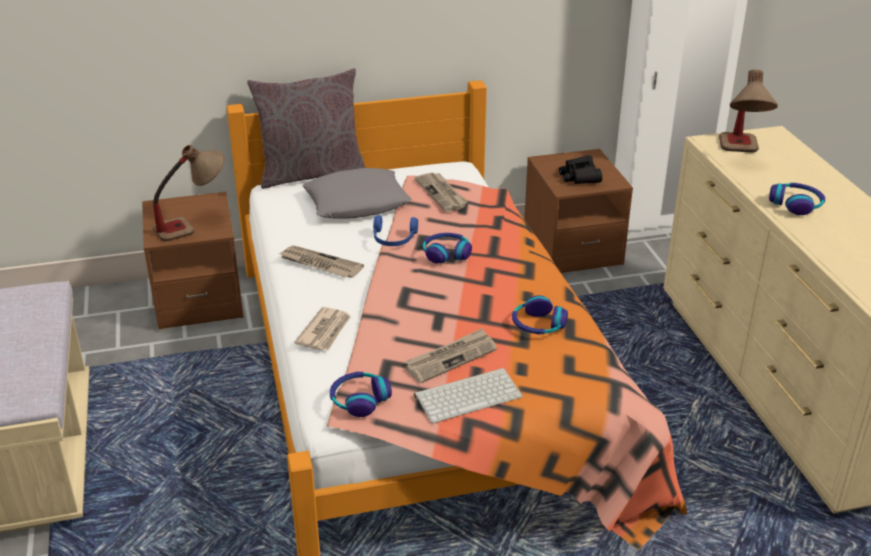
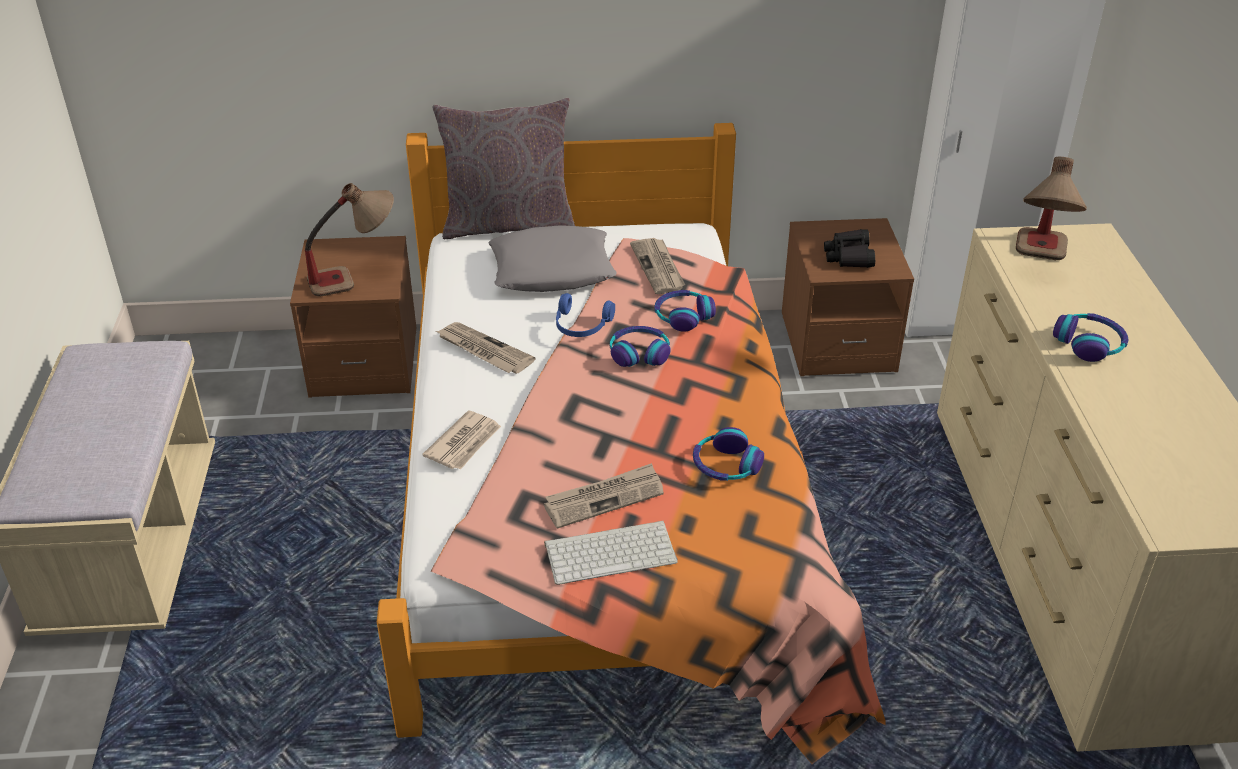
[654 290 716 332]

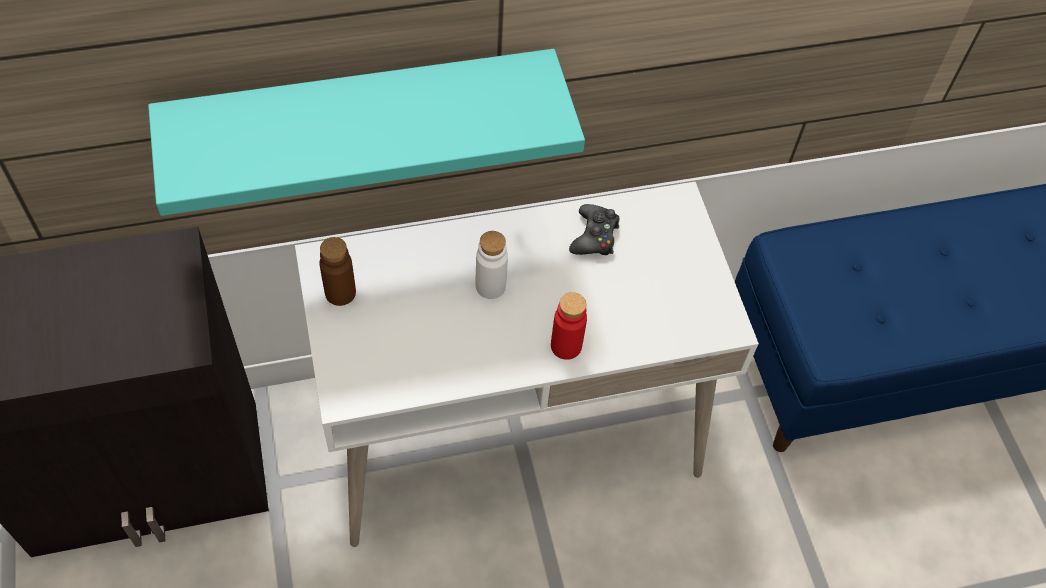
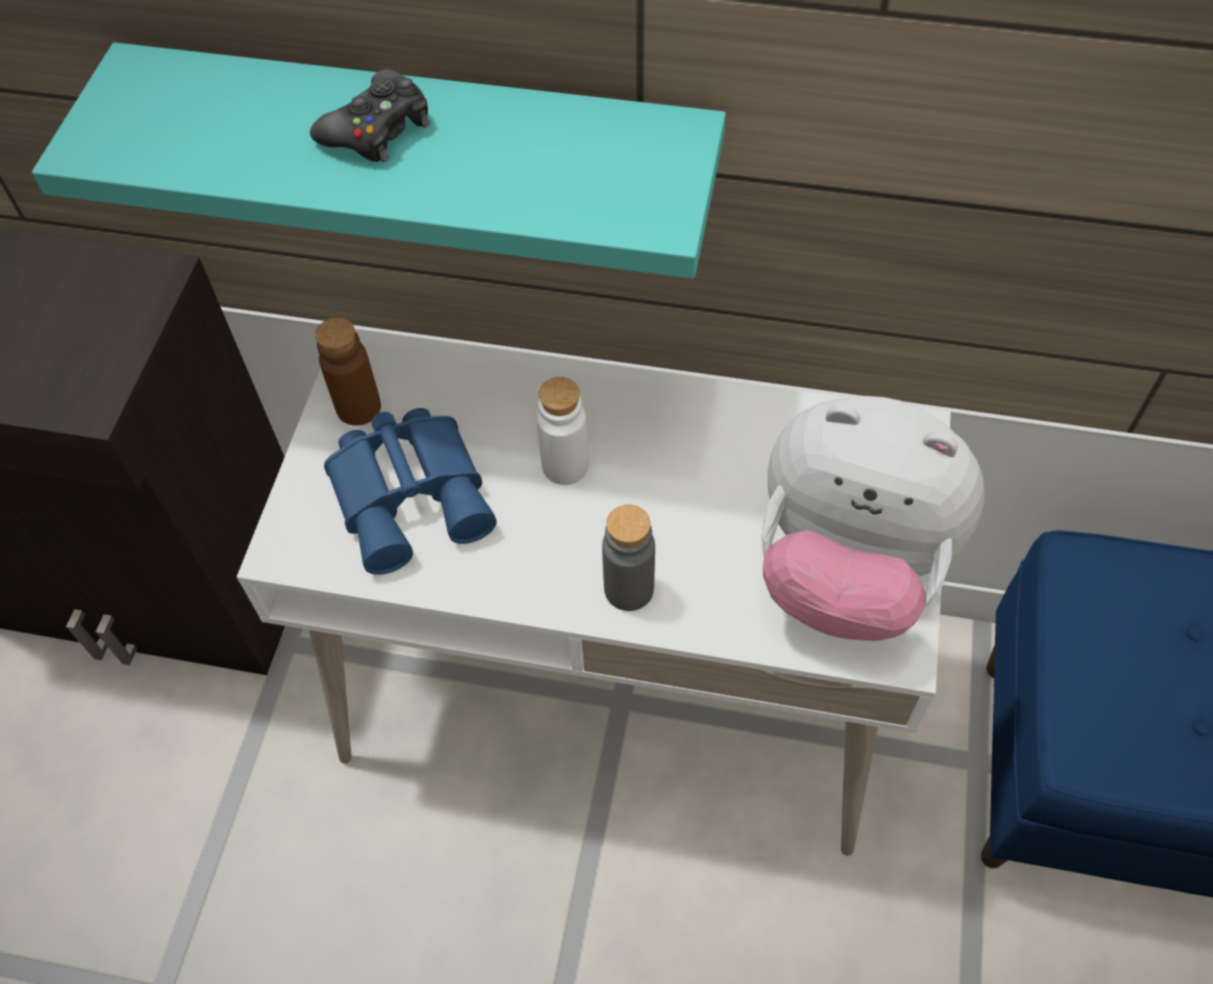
[310 69 430 162]
[602 504 655 611]
[761 396 985 641]
[324 408 497 575]

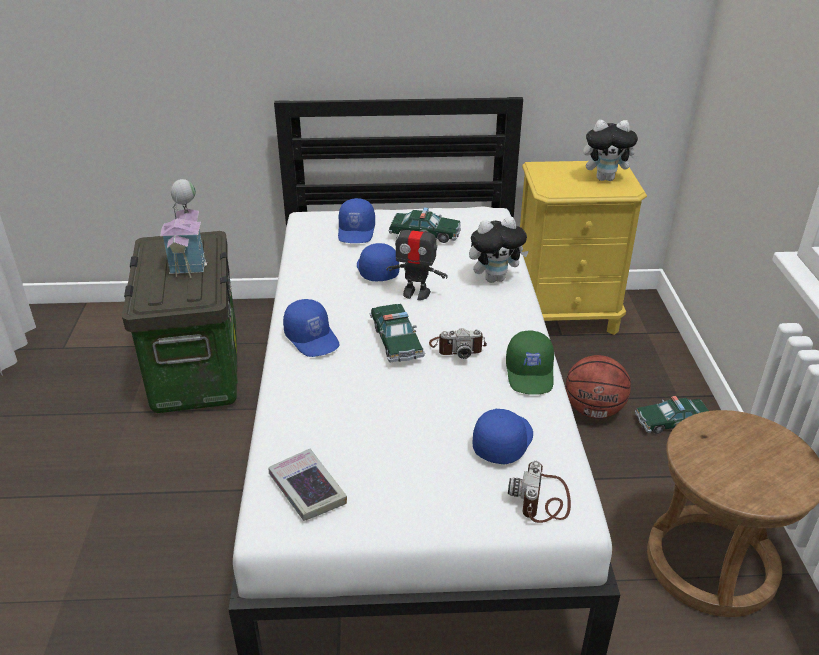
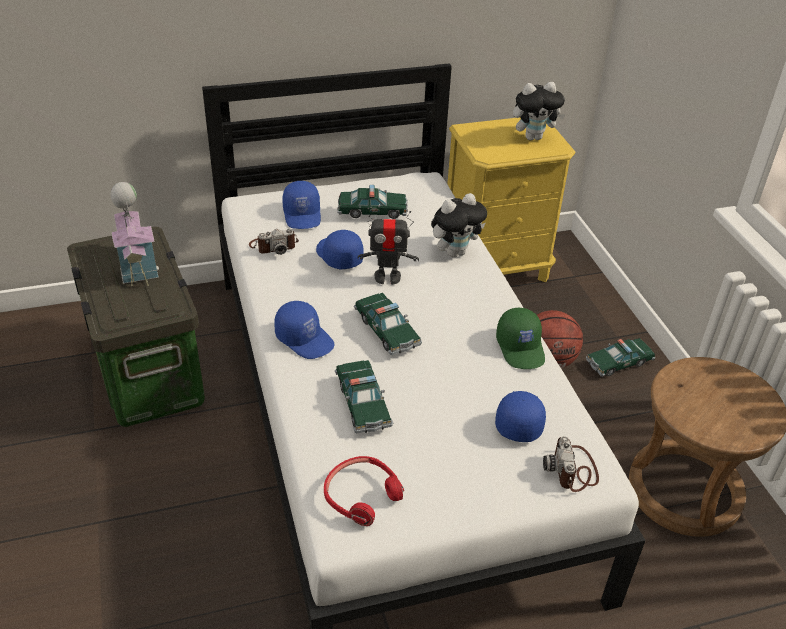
[249 229 299 255]
[324 456 404 526]
[335 360 393 433]

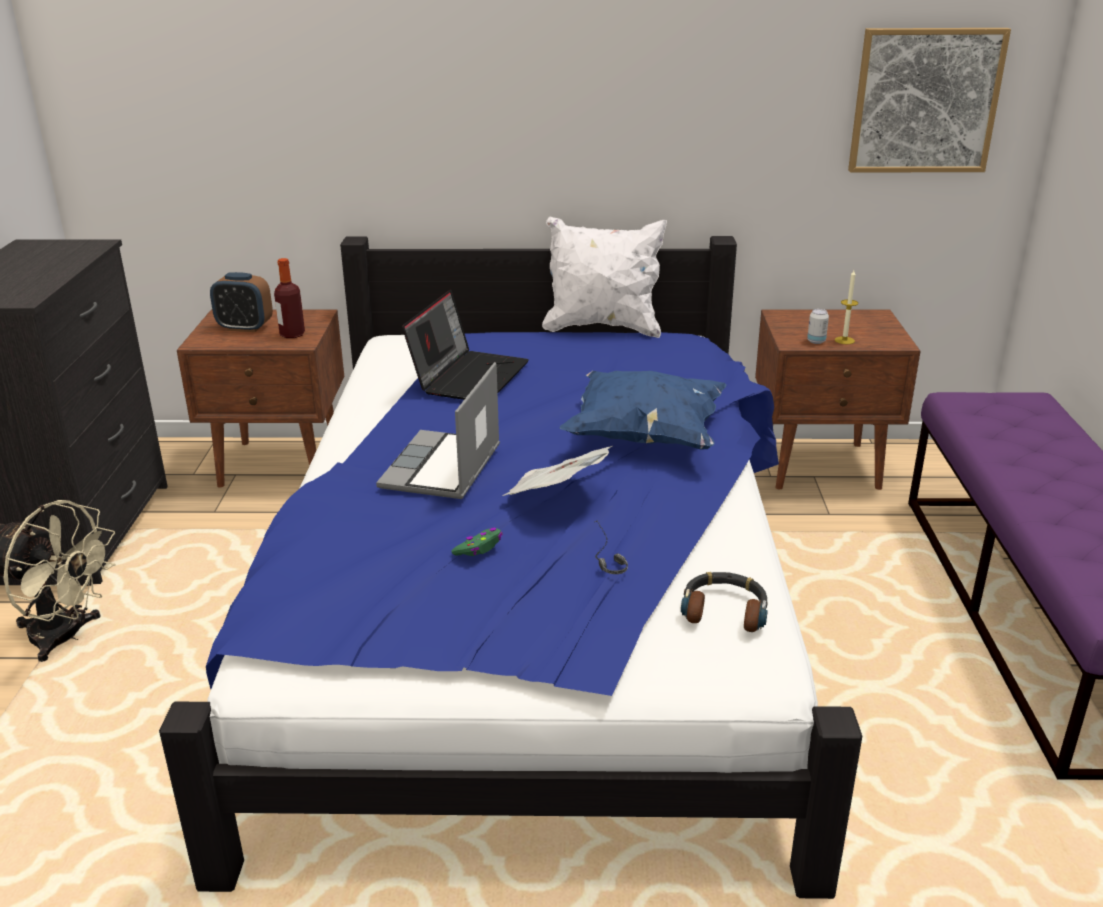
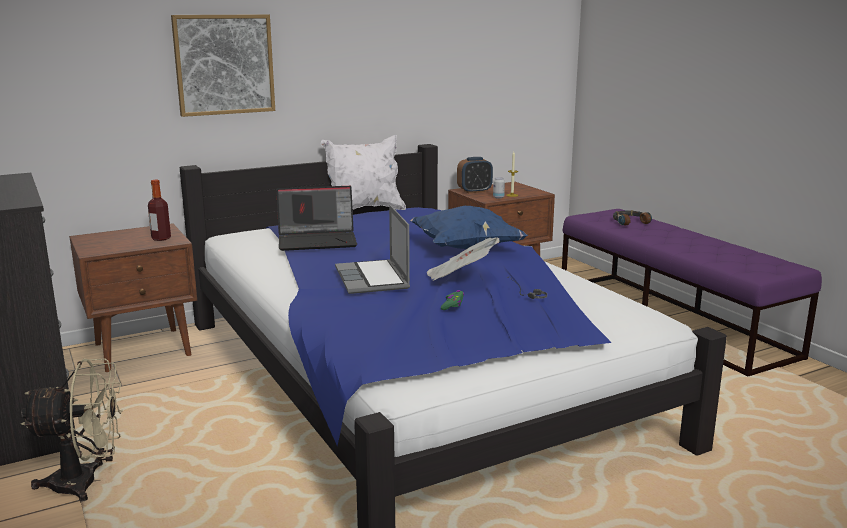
[171 15 275 117]
[457 157 493 193]
[276 186 357 251]
[613 210 652 225]

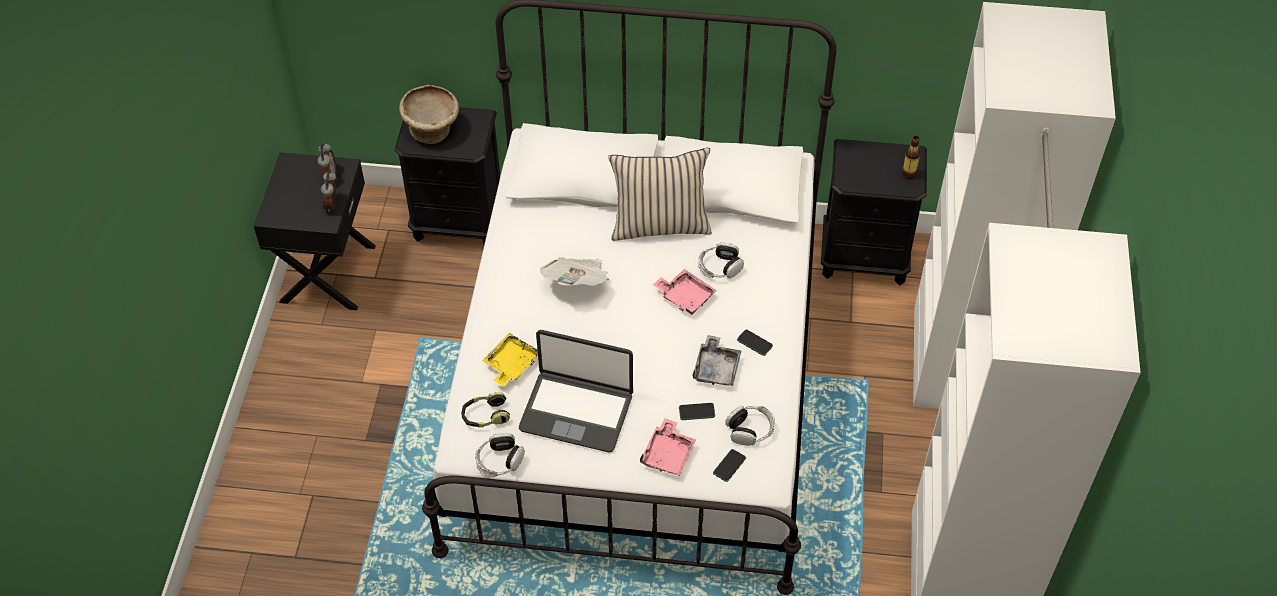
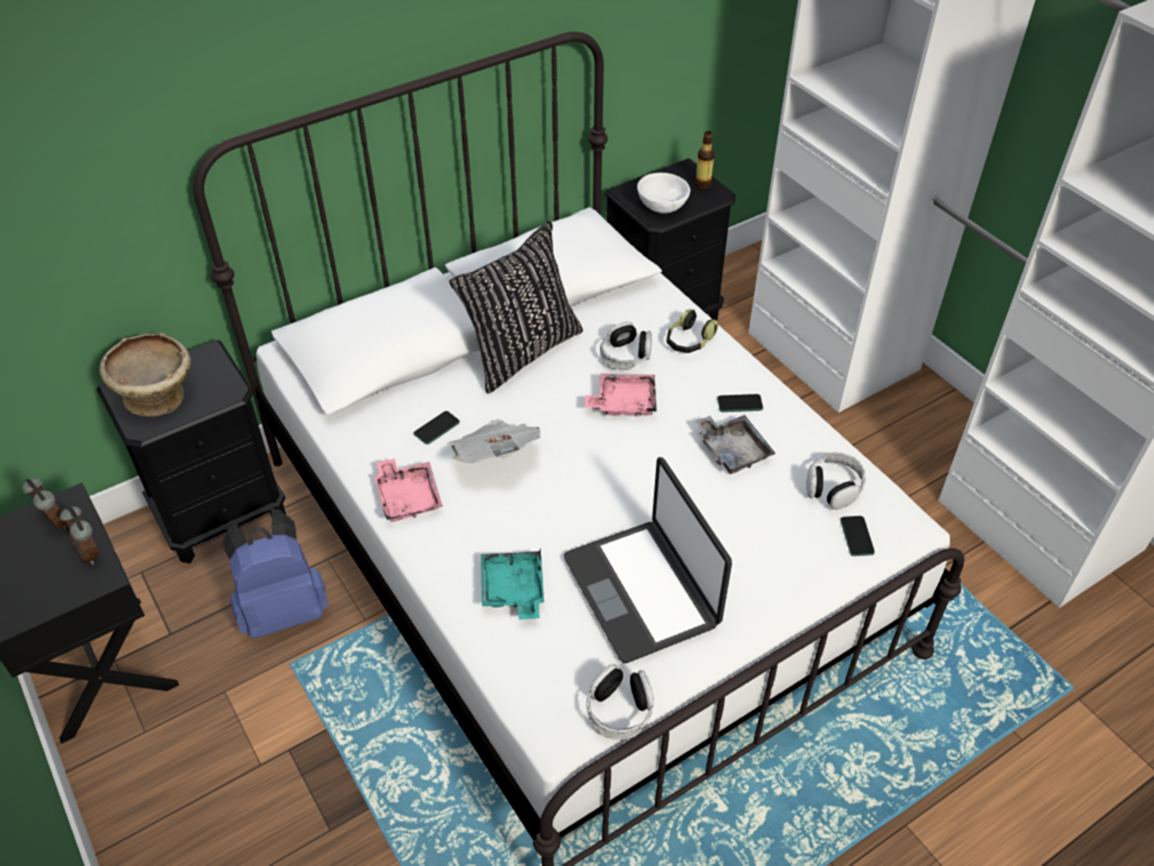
[449 220 583 394]
[564 457 732 663]
[481 548 544 620]
[666 309 718 353]
[414 411 460 445]
[374 458 442 522]
[637 173 690 213]
[222 509 328 639]

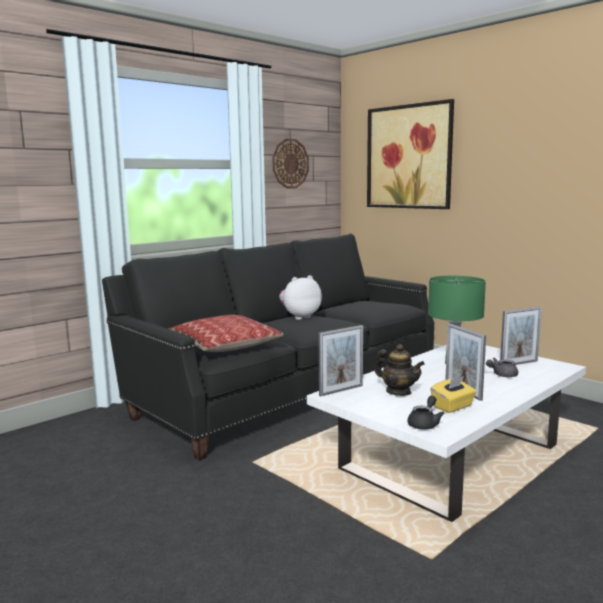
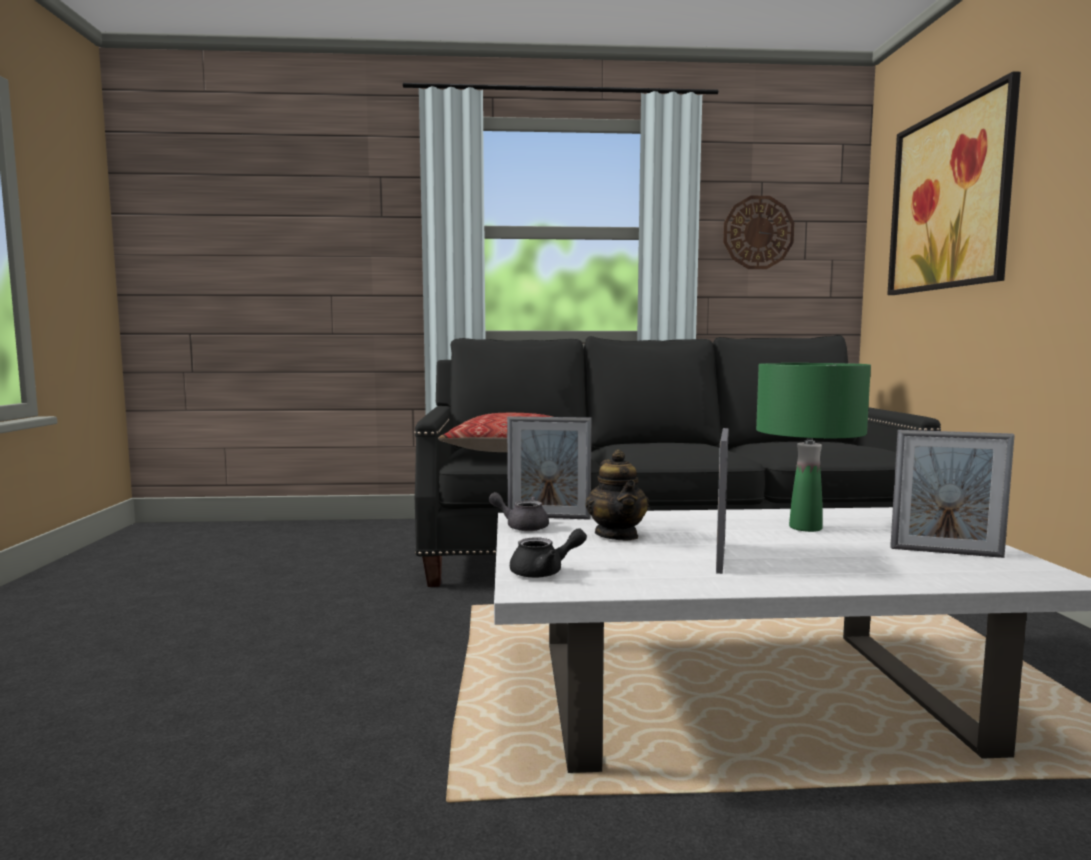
[279 275 322 320] (first image)
[489 492 549 531]
[430 376 477 413] (first image)

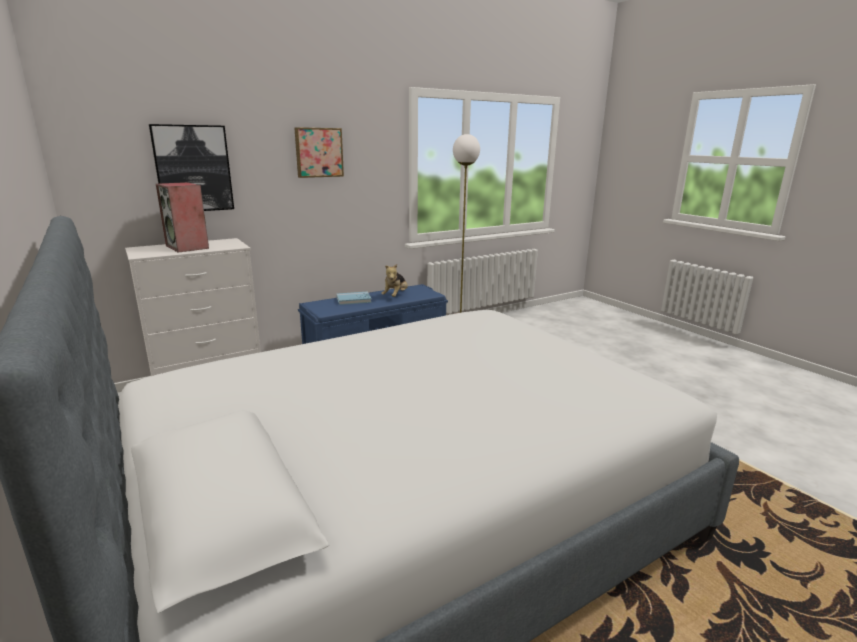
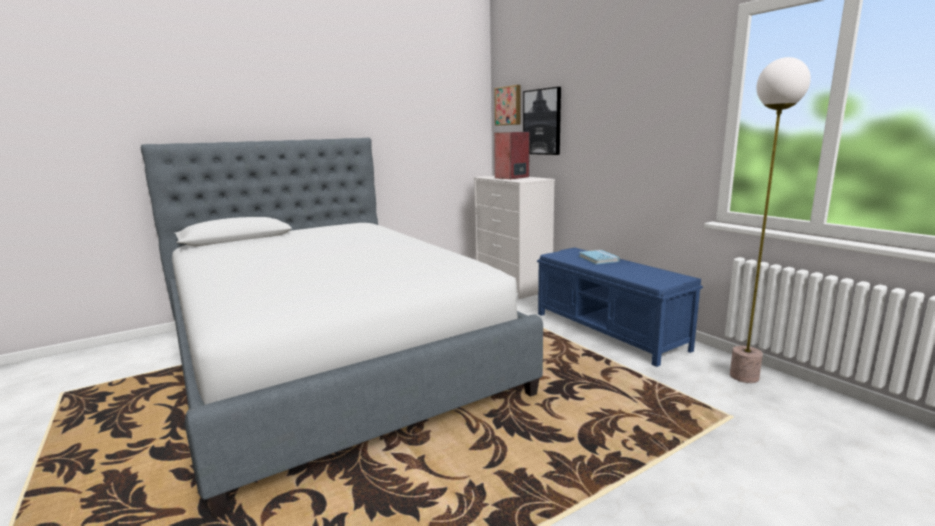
[494 85 520 126]
[381 264 408 297] (first image)

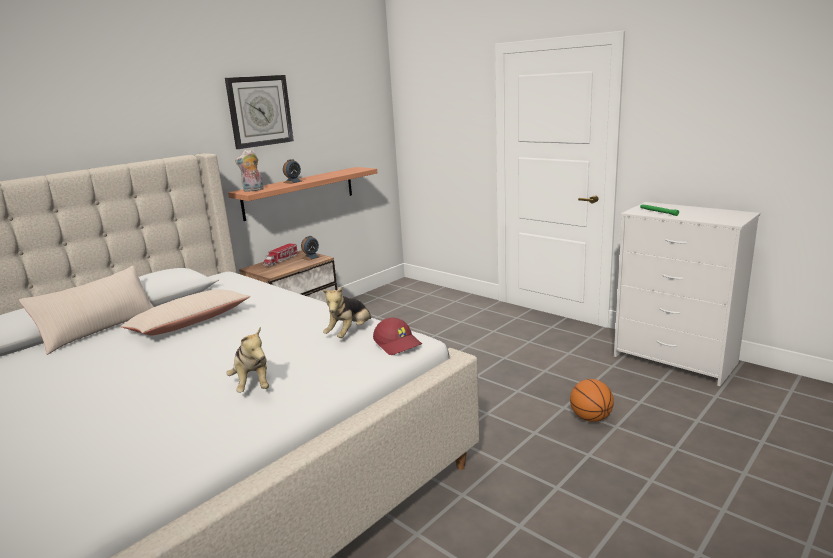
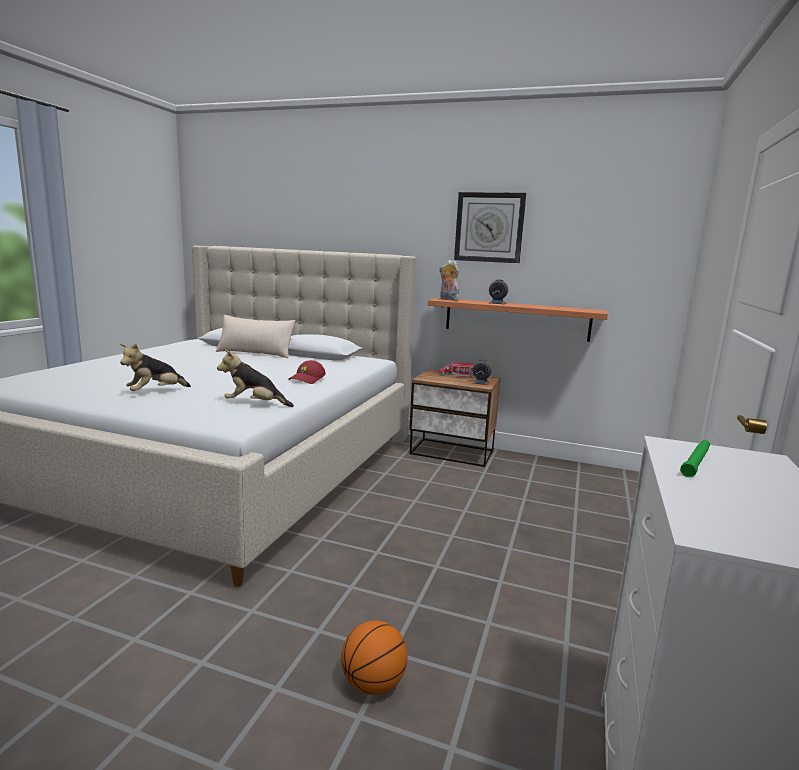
[120 289 251 335] (first image)
[288 360 326 384]

